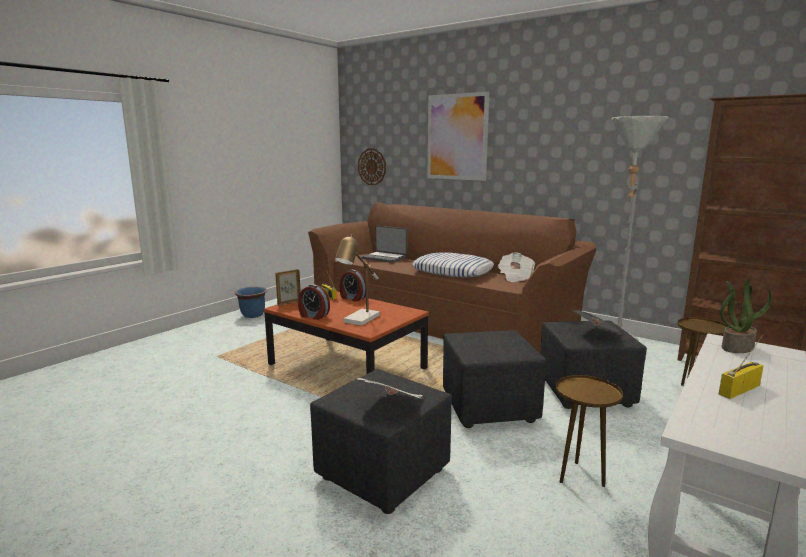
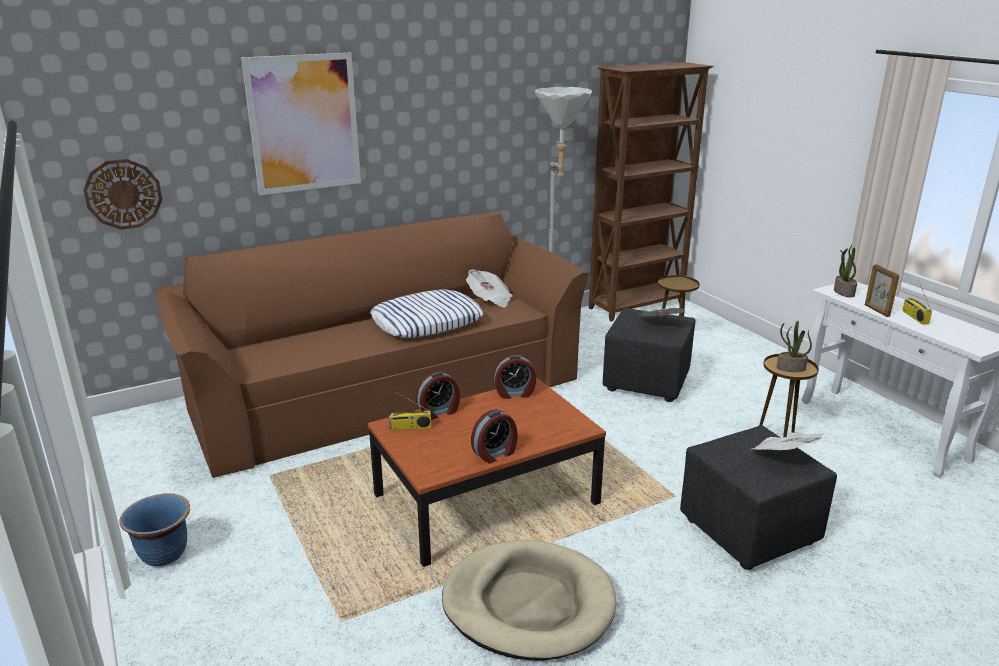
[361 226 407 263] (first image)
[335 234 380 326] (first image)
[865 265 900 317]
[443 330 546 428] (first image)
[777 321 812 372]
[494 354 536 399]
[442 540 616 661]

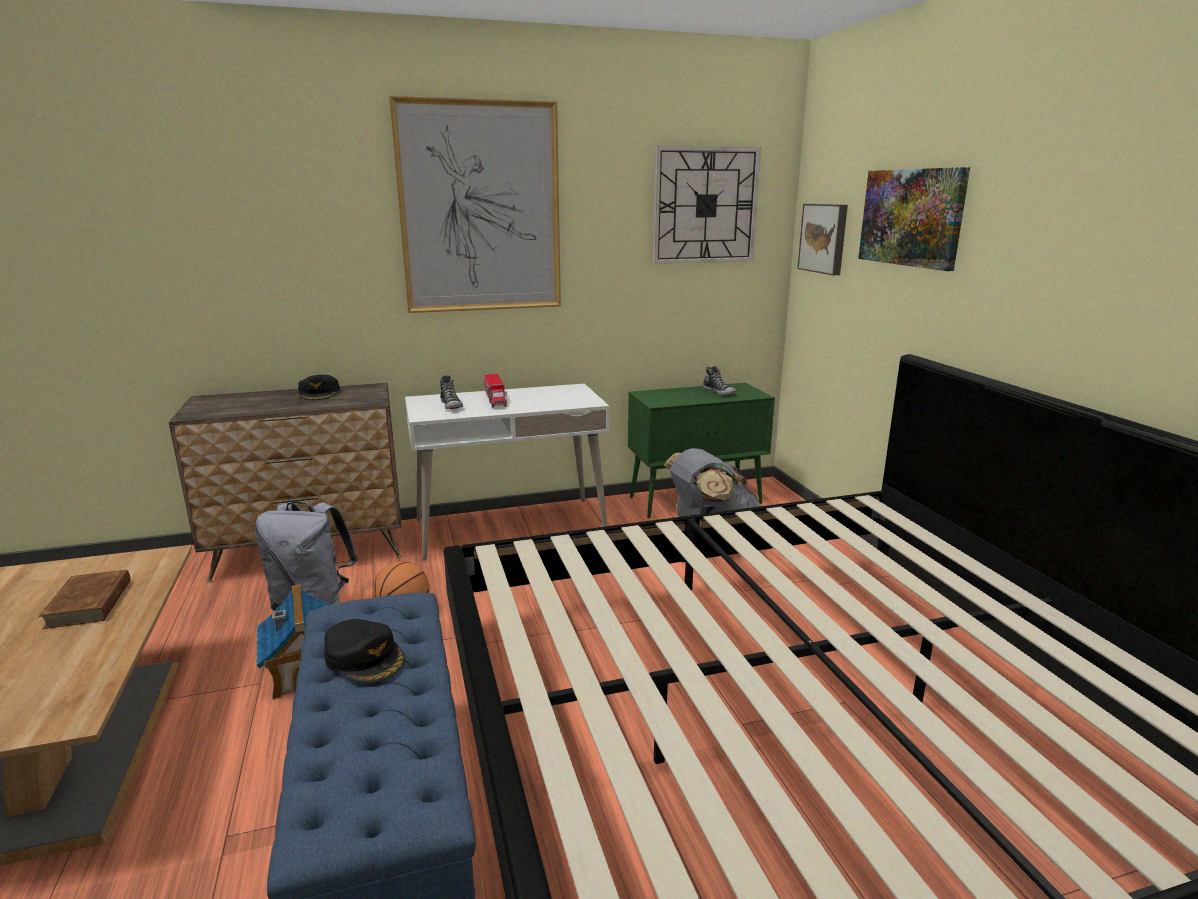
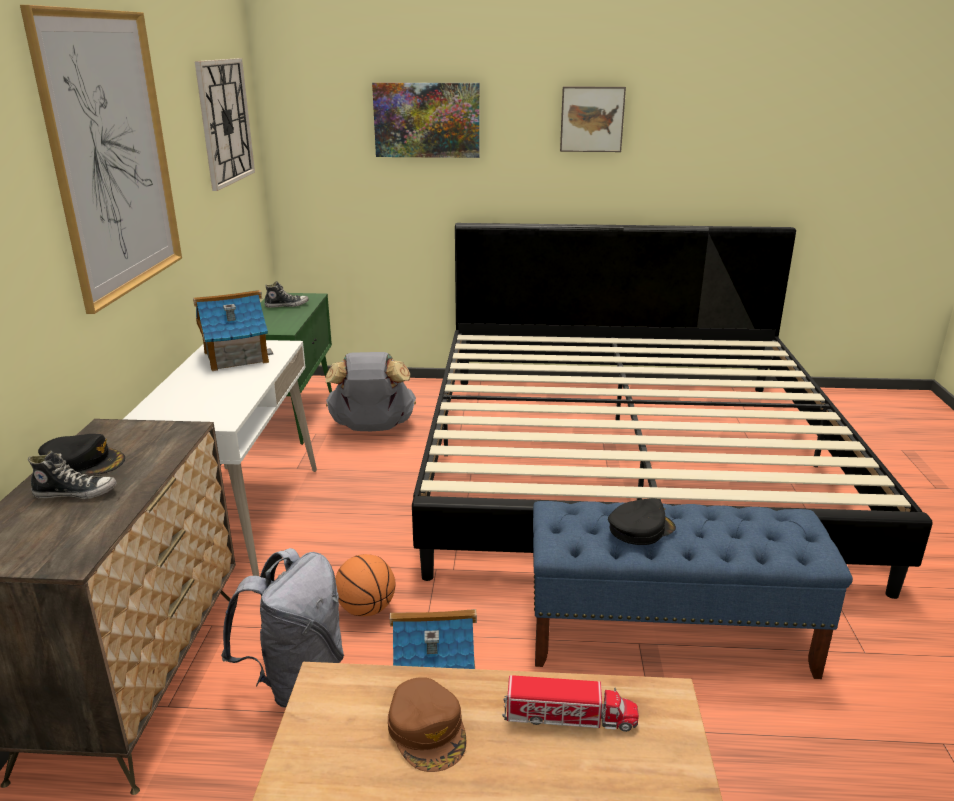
[560 87 626 152]
[502 675 639 732]
[28 451 117 499]
[388 677 466 772]
[193 290 273 371]

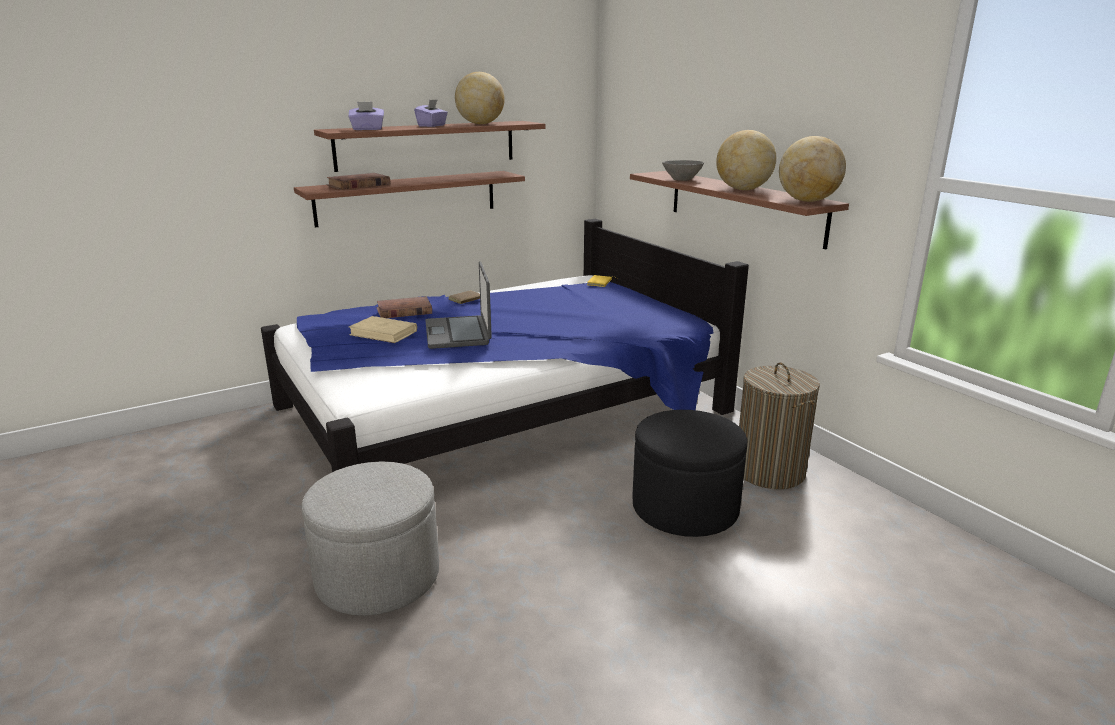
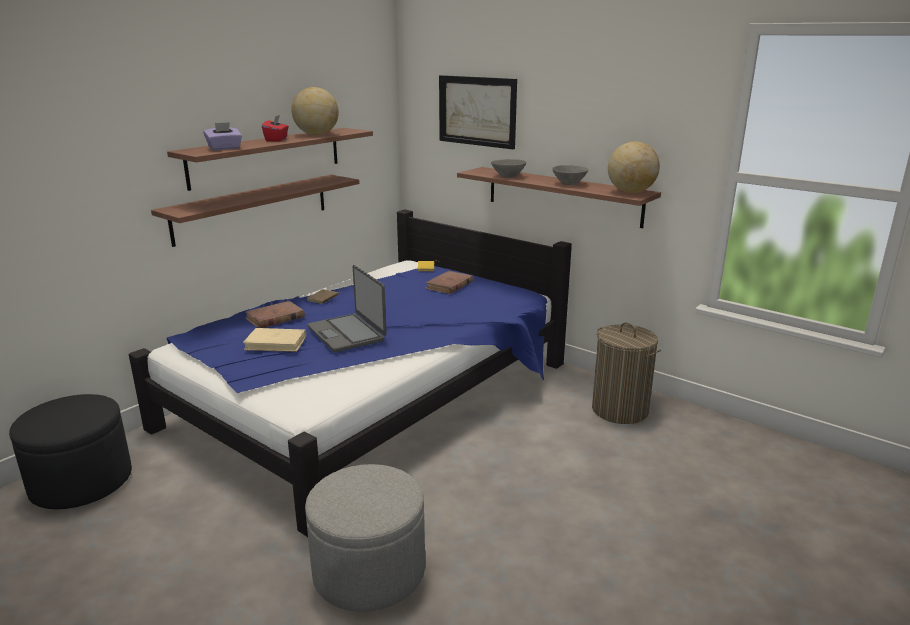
[262 115 289 141]
[552 165 588 185]
[425 271 473 294]
[9 394 132 509]
[439 75 517 149]

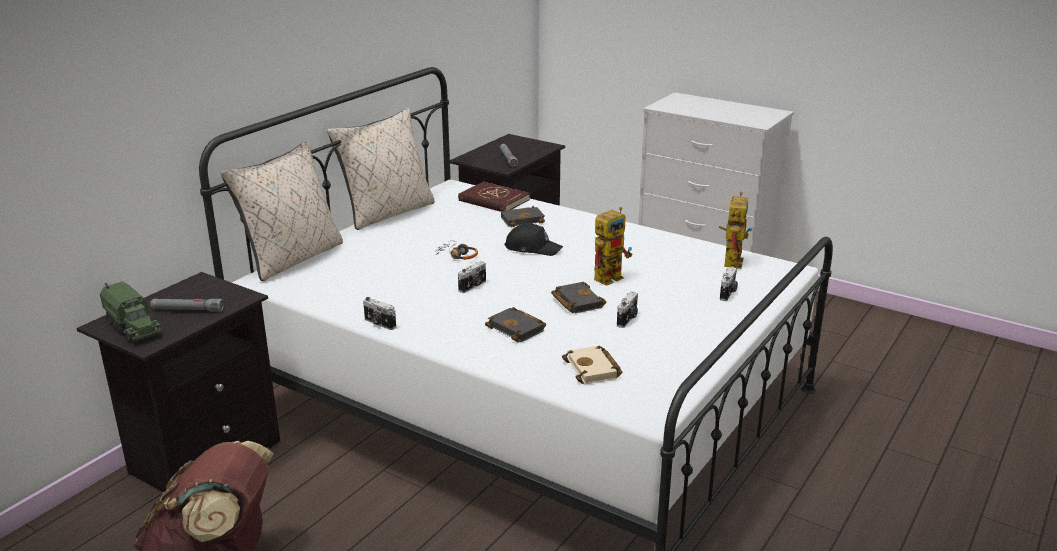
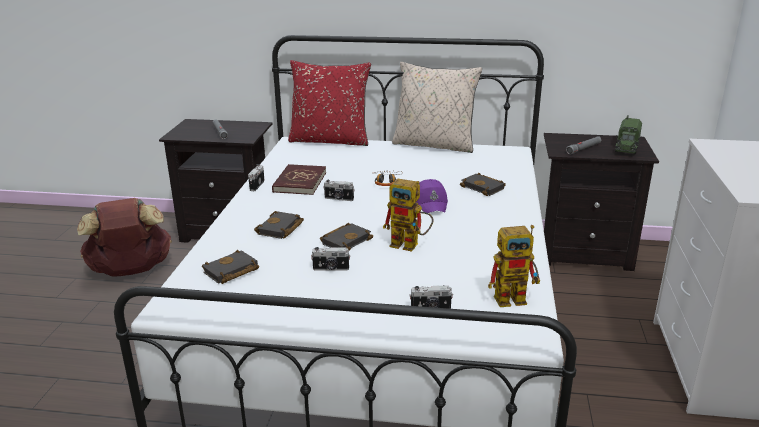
[288 60 371 146]
[272 164 326 195]
[416 179 448 213]
[615 115 642 154]
[202 250 259 284]

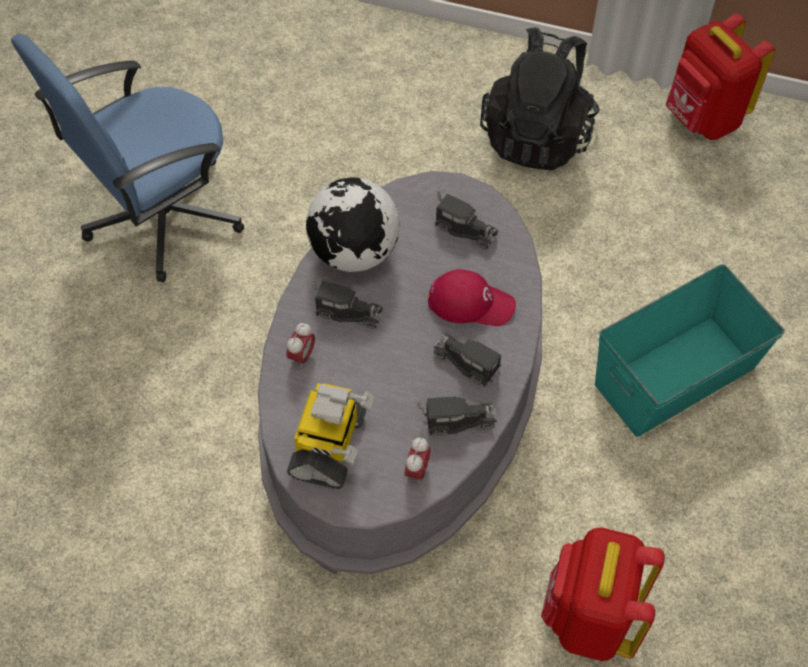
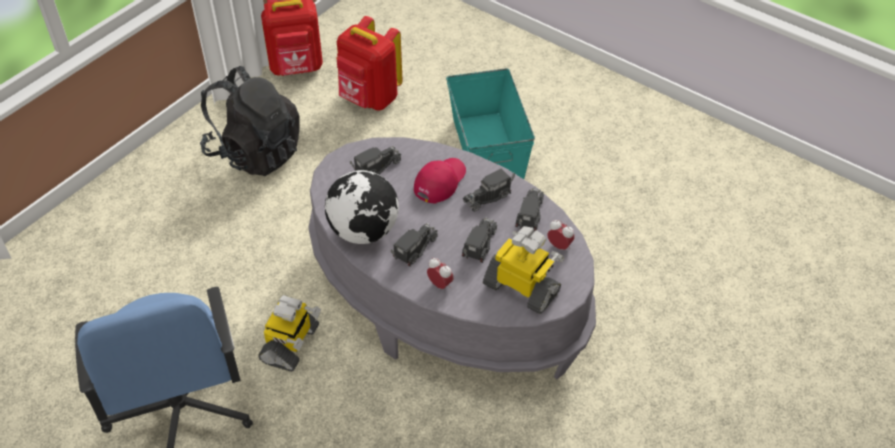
[337 16 403 111]
[462 217 497 263]
[258 295 321 372]

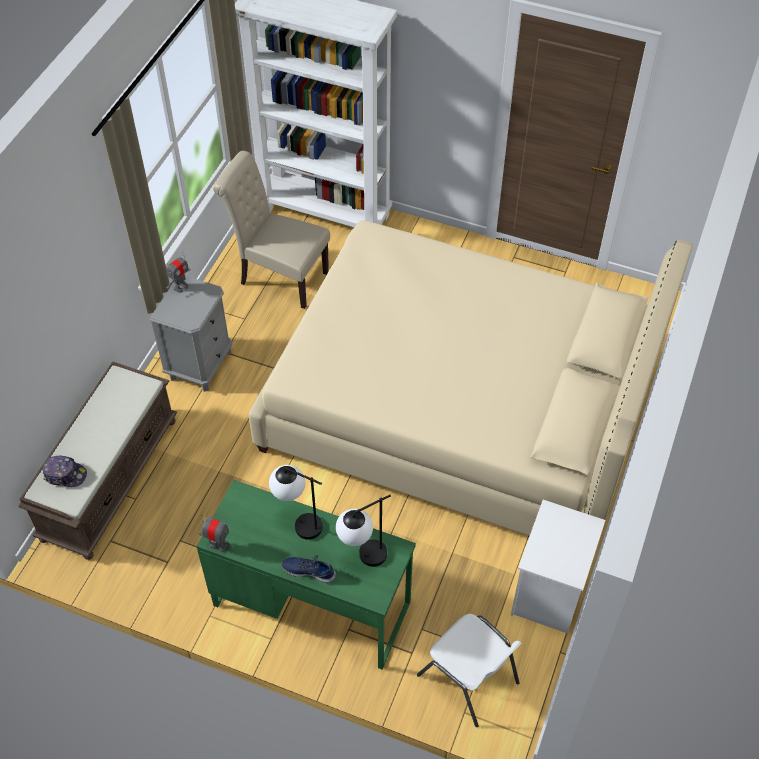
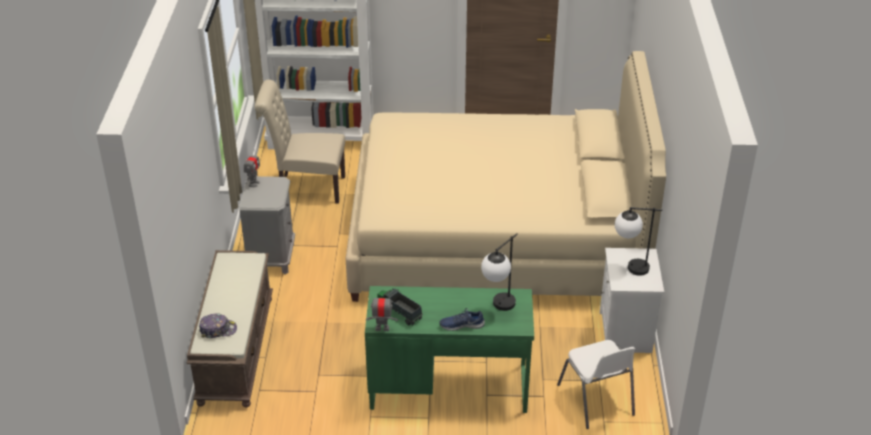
[615 207 662 276]
[557 340 635 429]
[377 289 423 325]

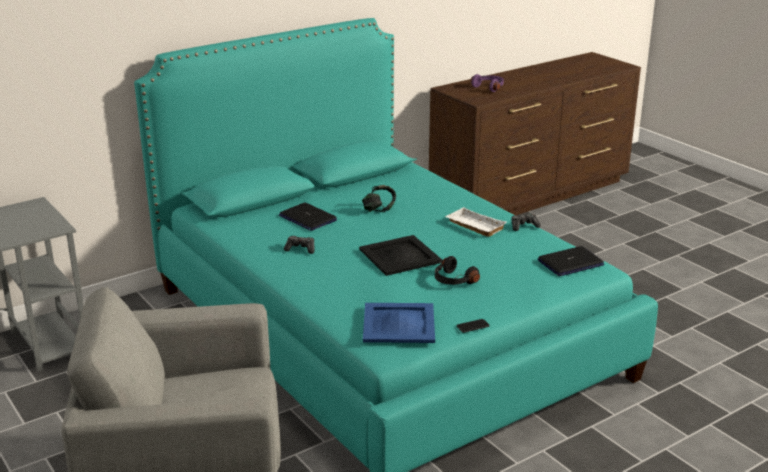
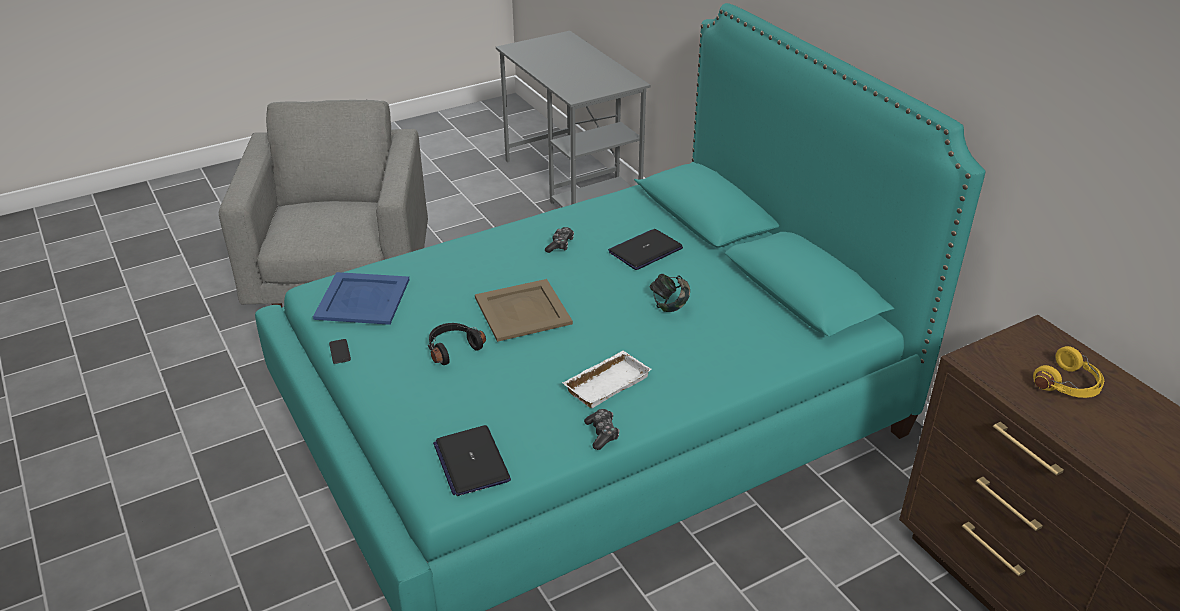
[1033 346 1104 398]
[475 279 573 342]

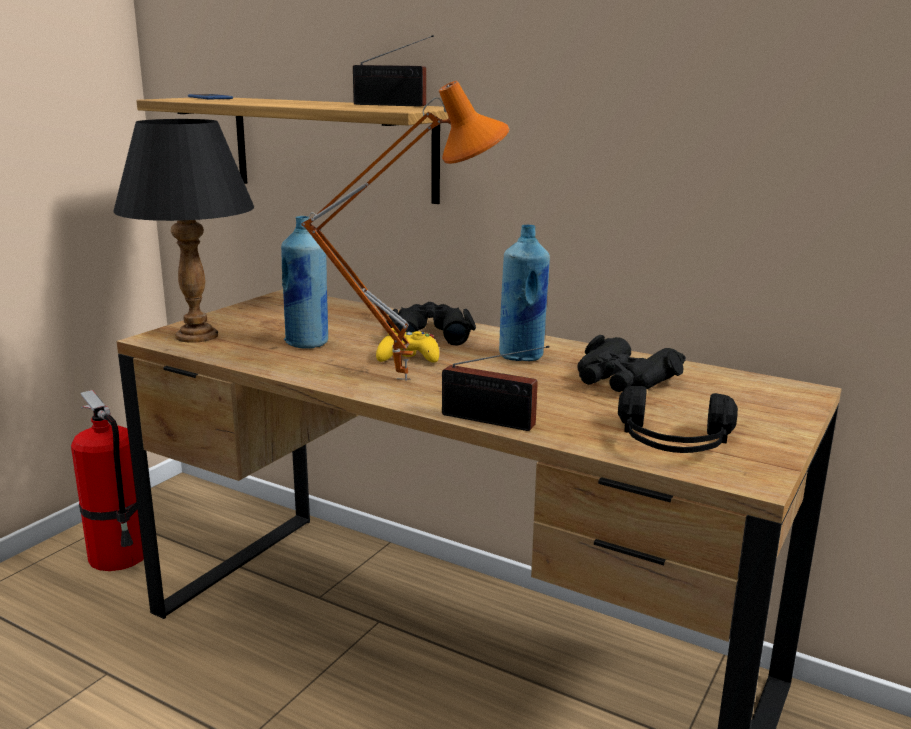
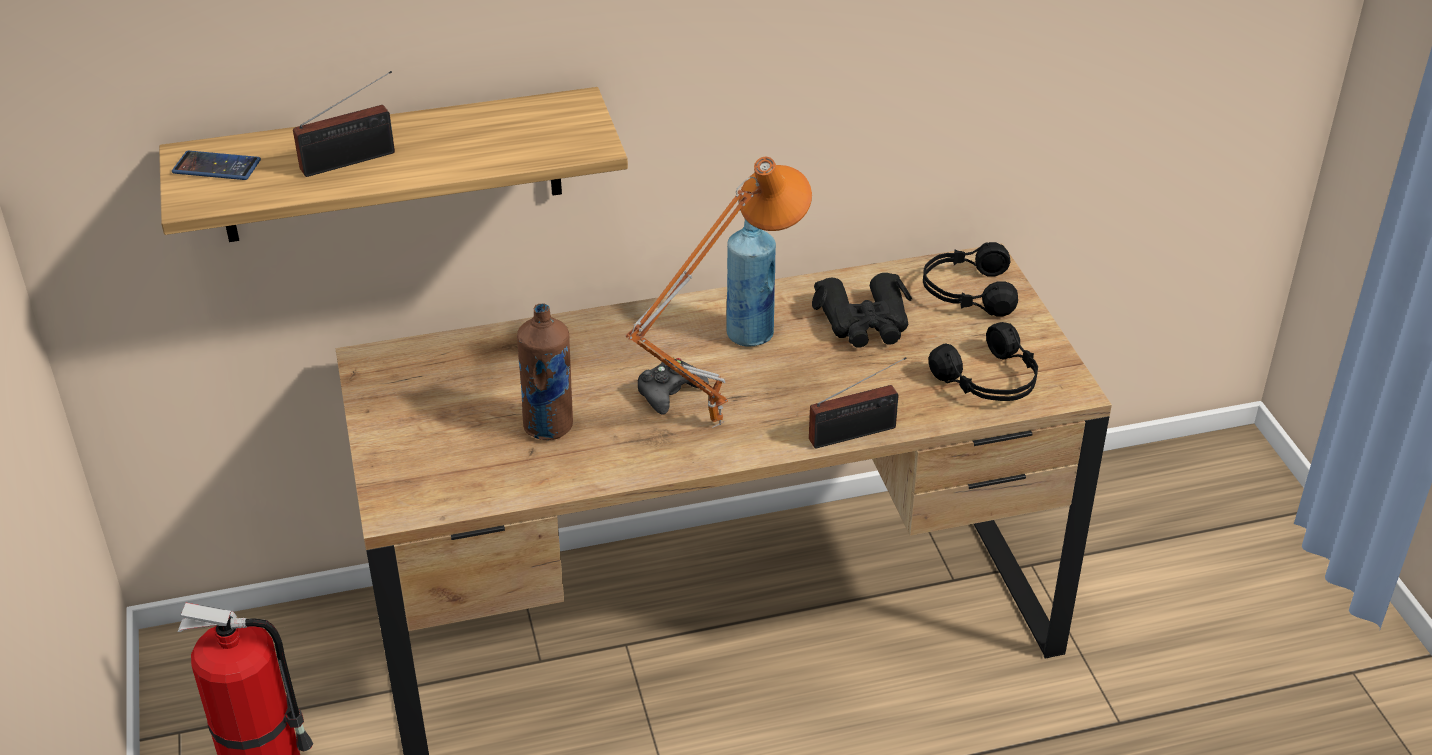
[293 71 395 177]
[113 119 254 343] (first image)
[517 303 573 440]
[386 302 476 346] (first image)
[638 357 709 414]
[923 242 1018 316]

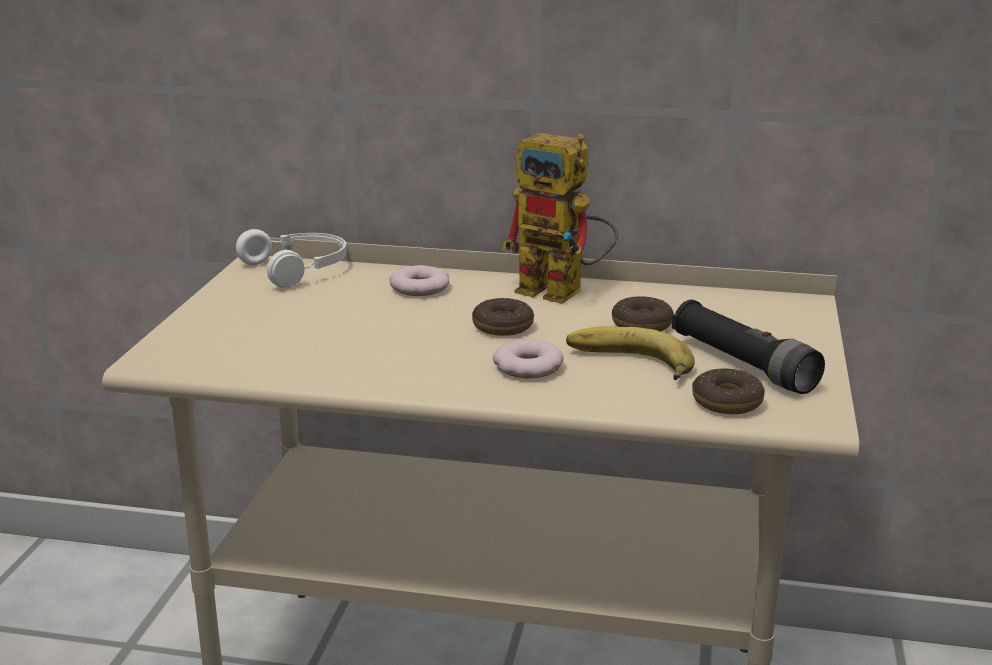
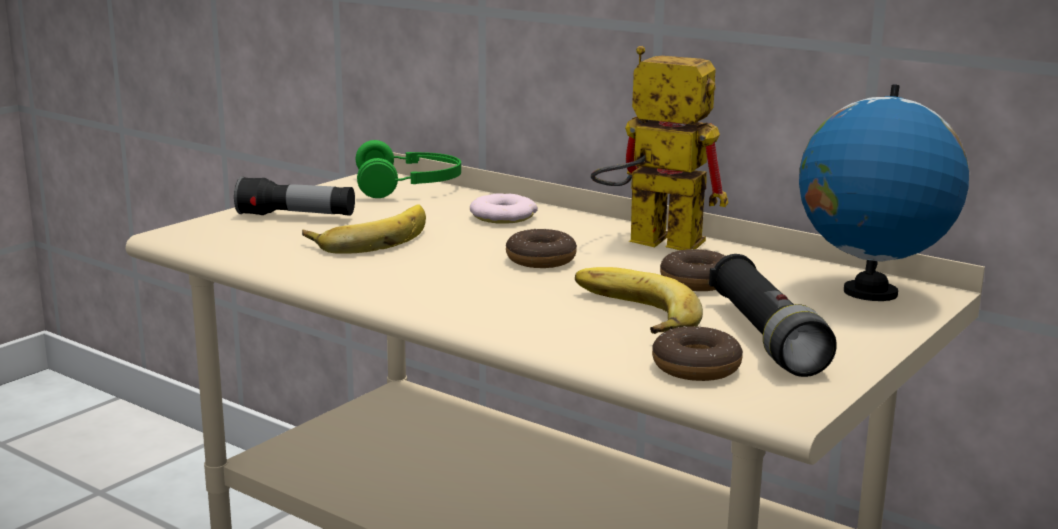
[591 46 729 250]
[355 140 461 198]
[493 340 564 379] (first image)
[799 85 969 301]
[234 176 355 216]
[302 204 426 254]

